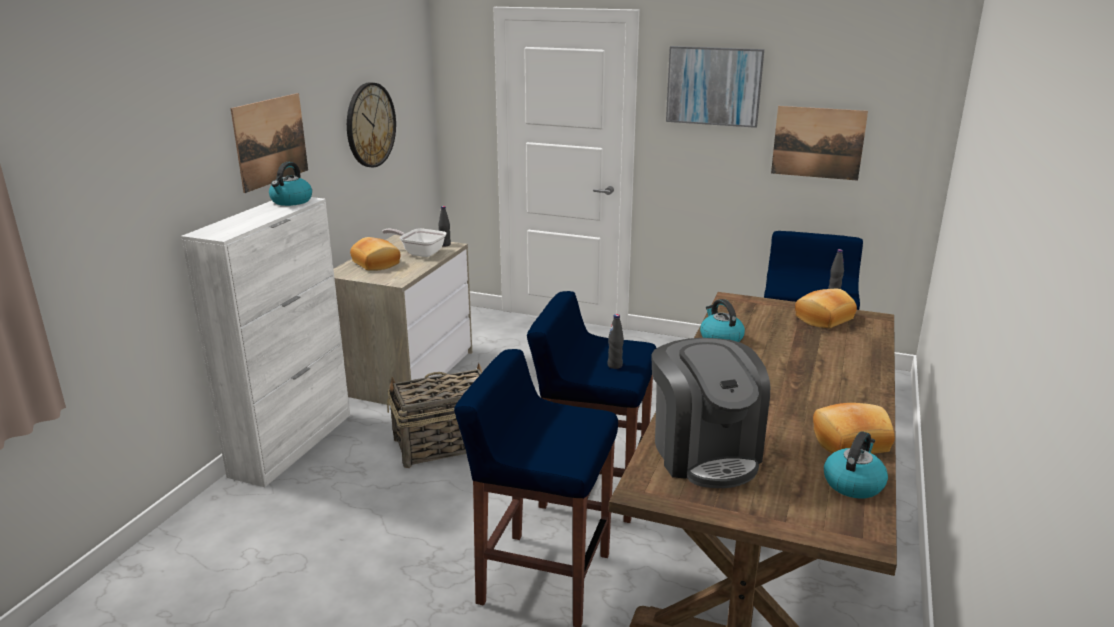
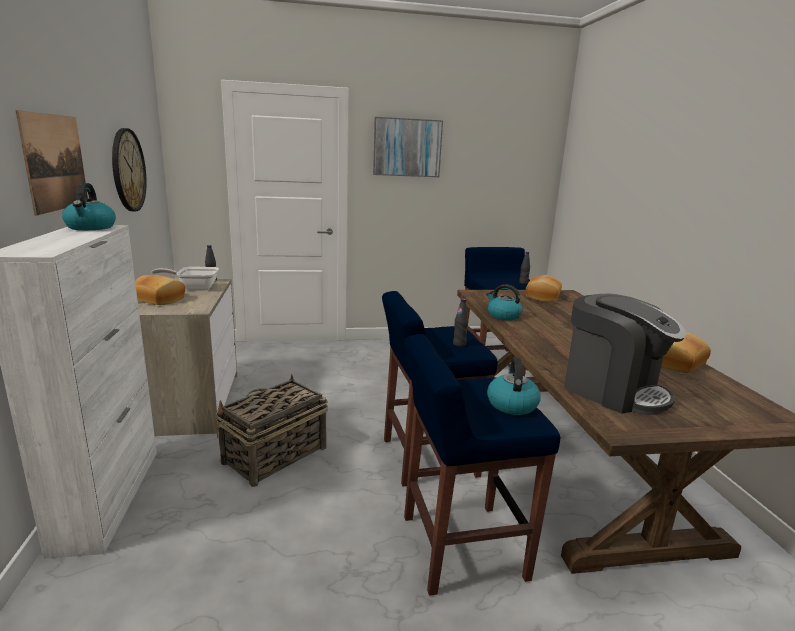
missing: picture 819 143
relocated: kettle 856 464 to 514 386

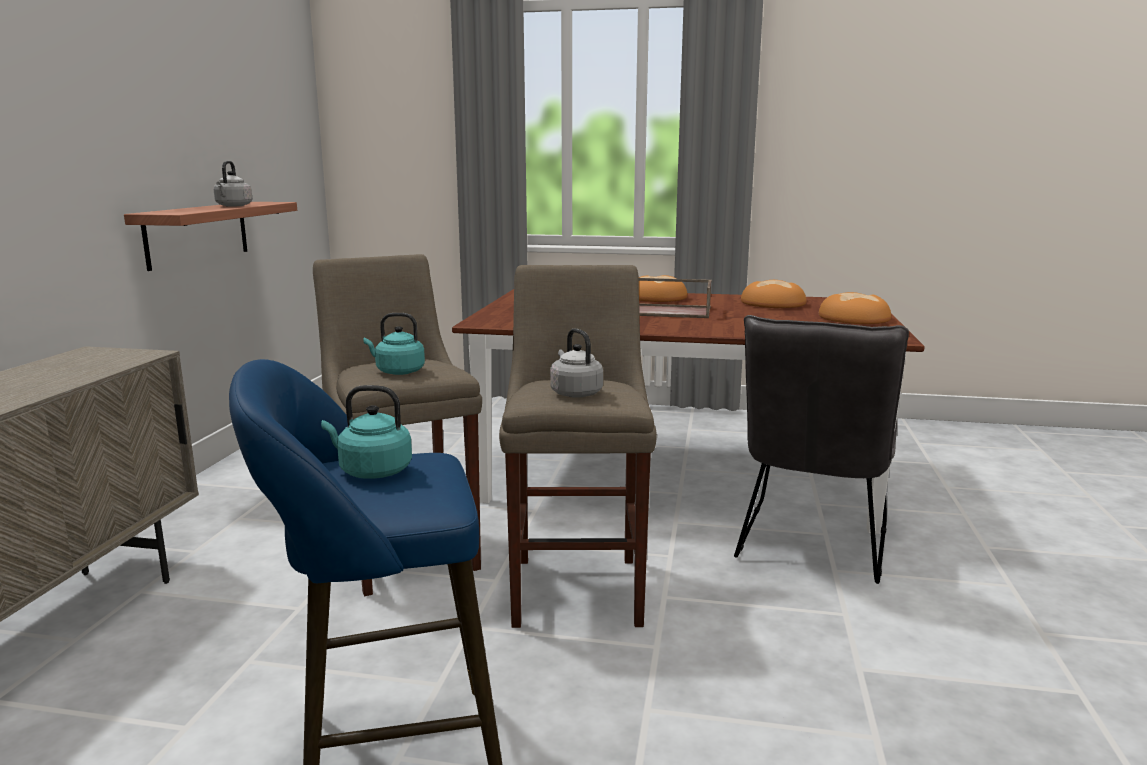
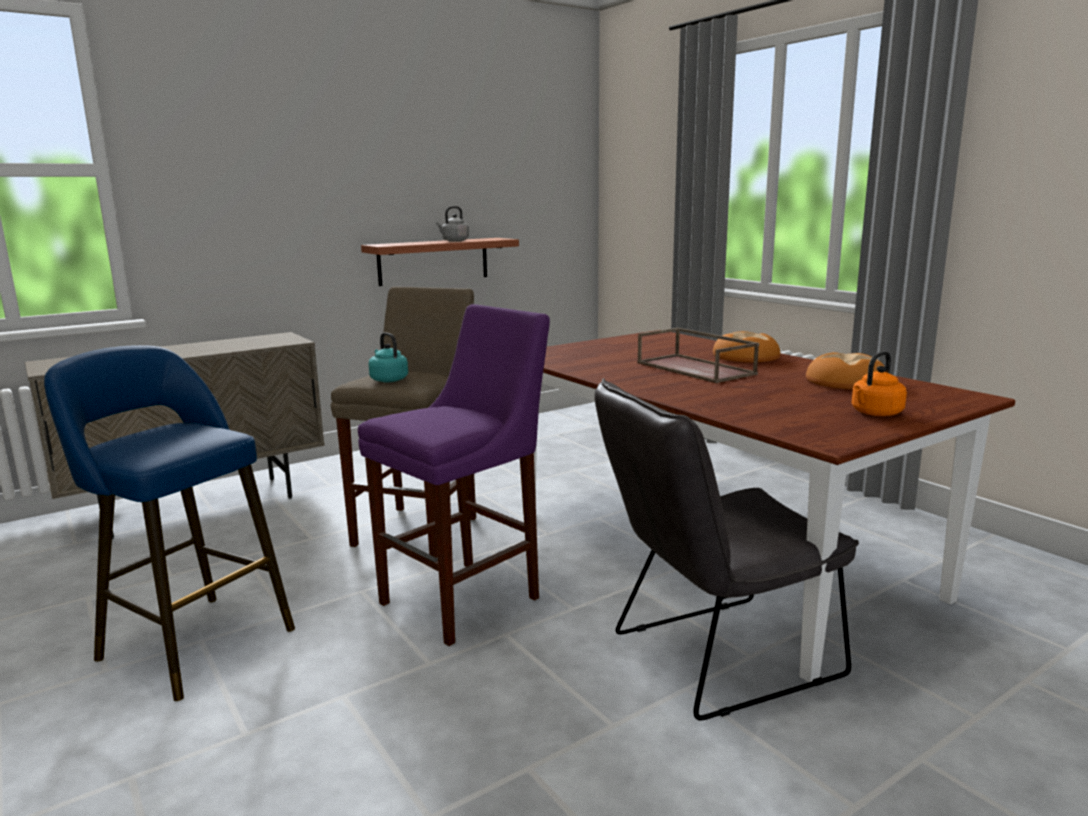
missing: kettle (turquoise) 366 432; kettle (grey) 576 363
exchanged: bread 855 308 to kettle (orange) 879 383
colour: stool (beige) 578 446 to stool (purple) 454 475

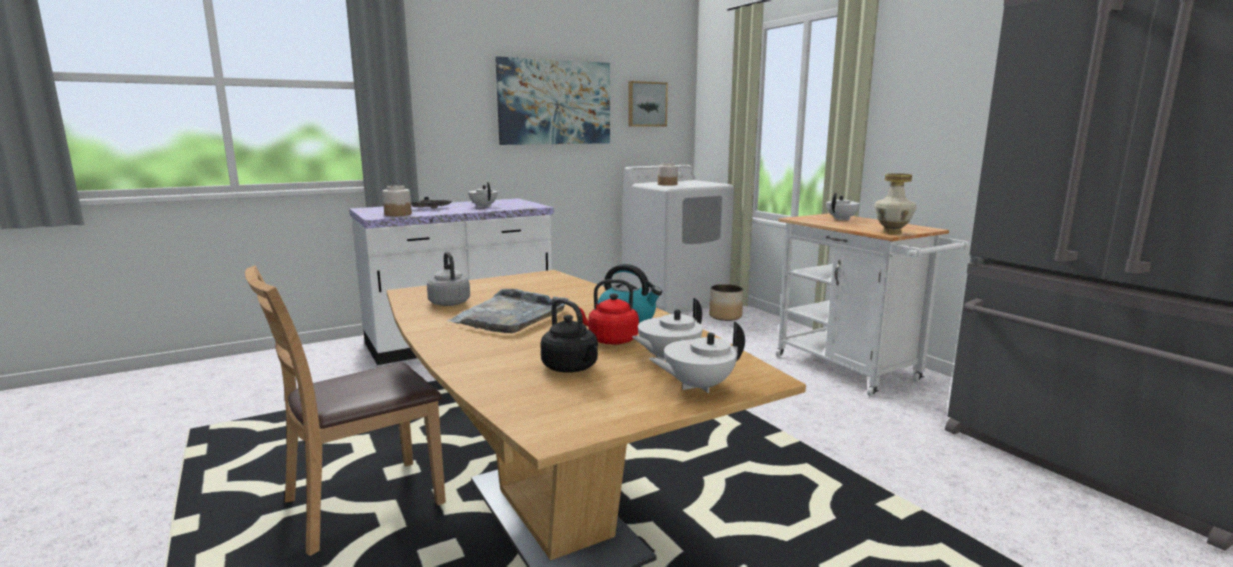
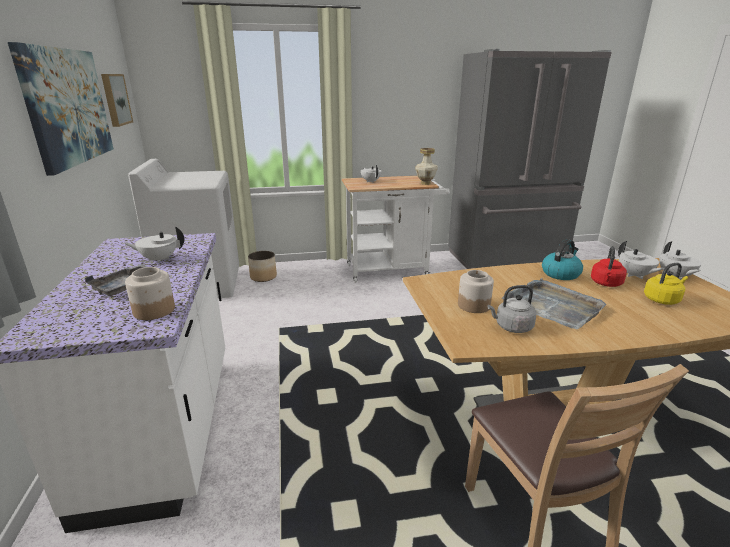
relocated: jar 668 174 to 476 291
colour: kettle (black) 569 335 to kettle (yellow) 666 284

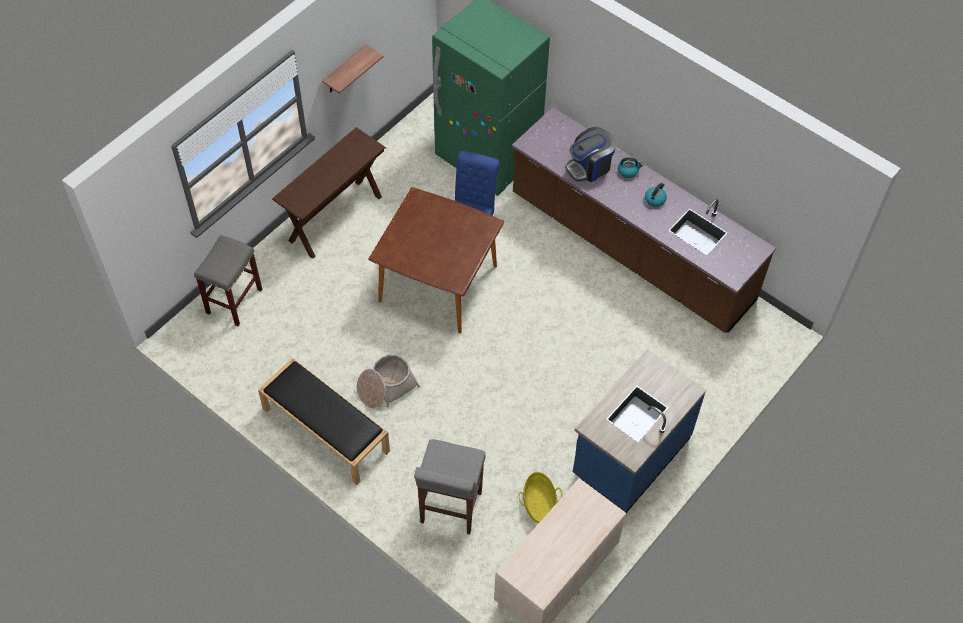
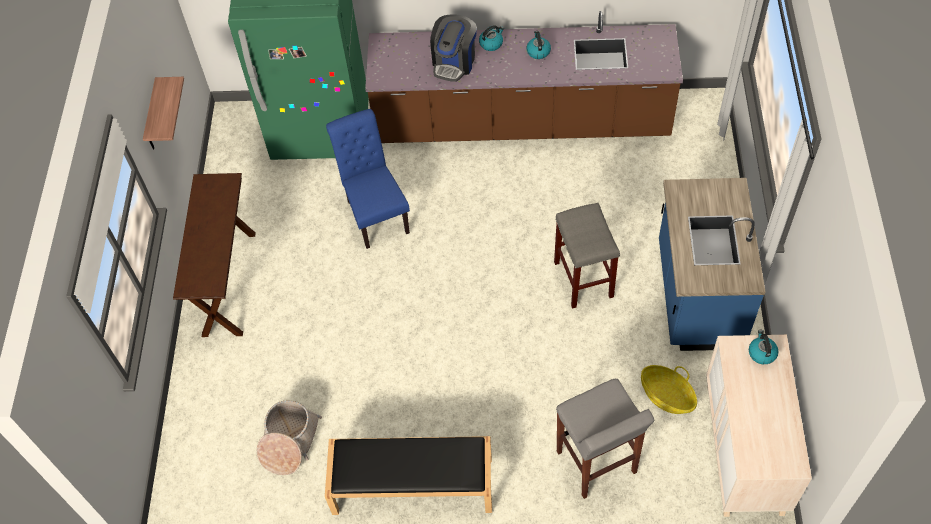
missing: dining table (brown) 436 260
appeared: kettle 764 347
relocated: stool (grey) 228 280 to 587 256; basket 388 381 to 289 438

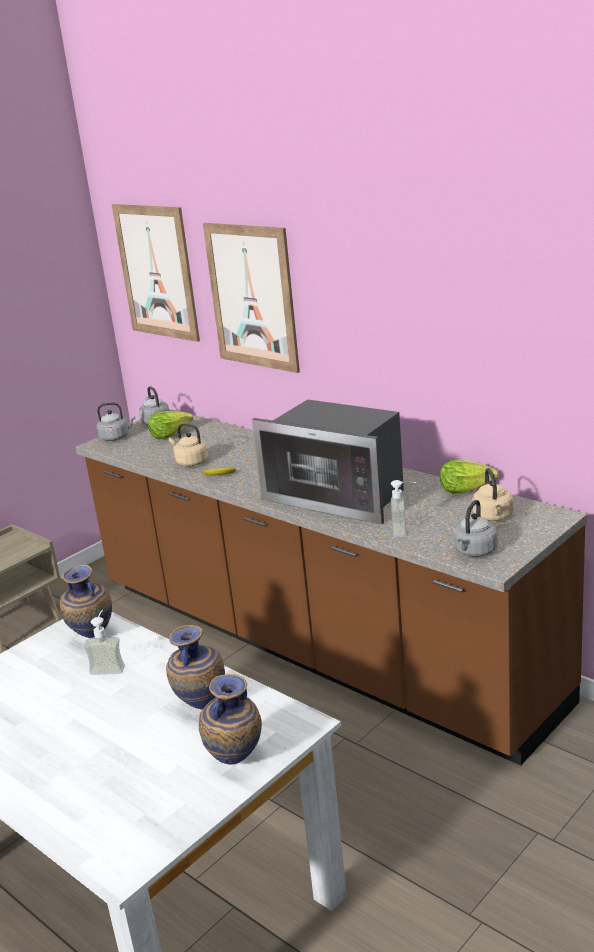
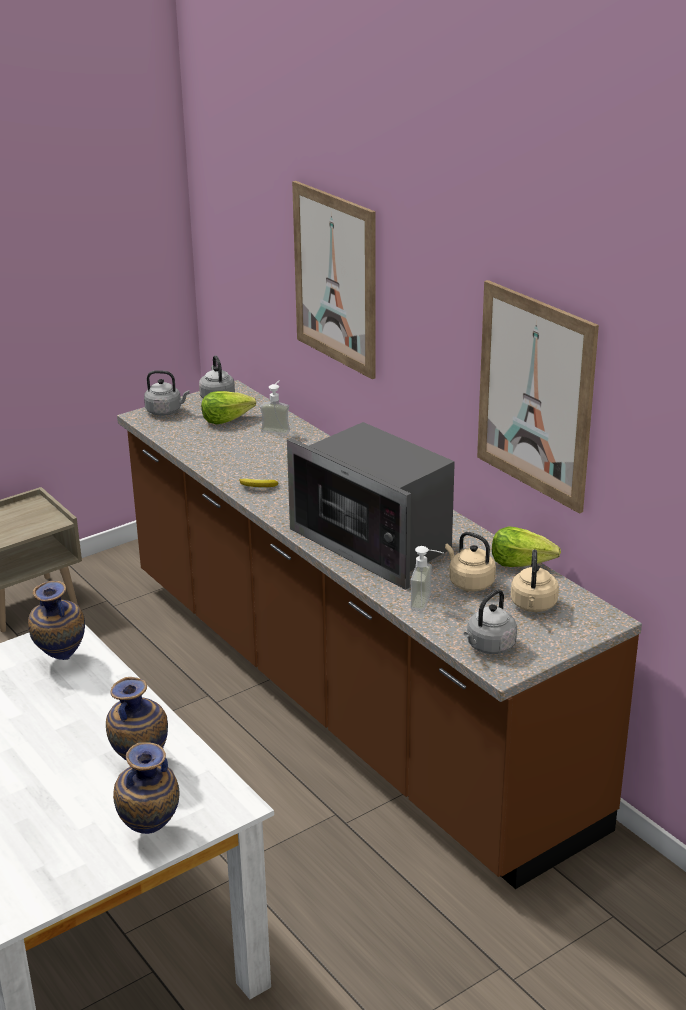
relocated: soap dispenser 104 642 to 275 407; picture 156 273 to 538 397; kettle (beige) 188 445 to 470 562

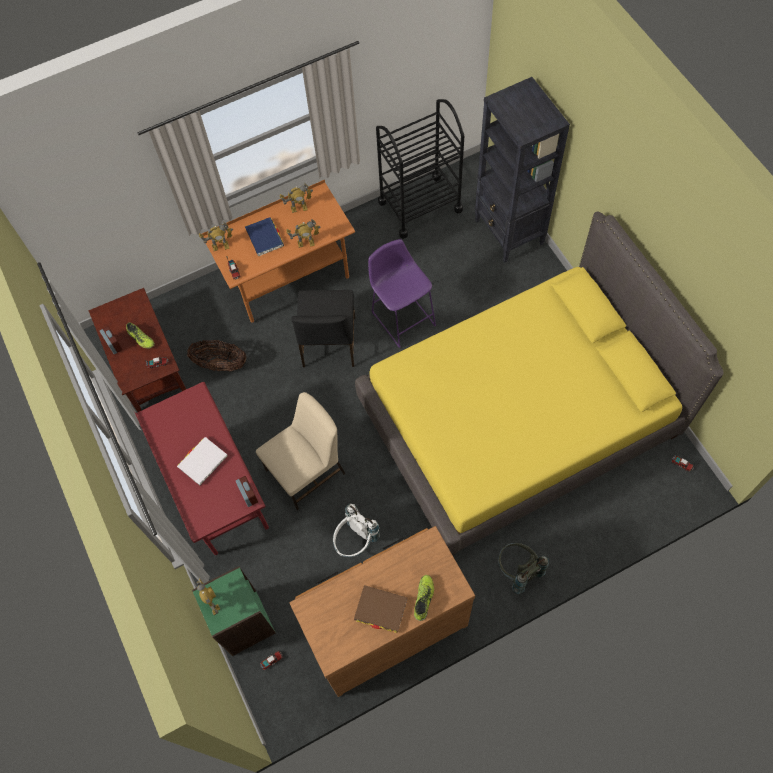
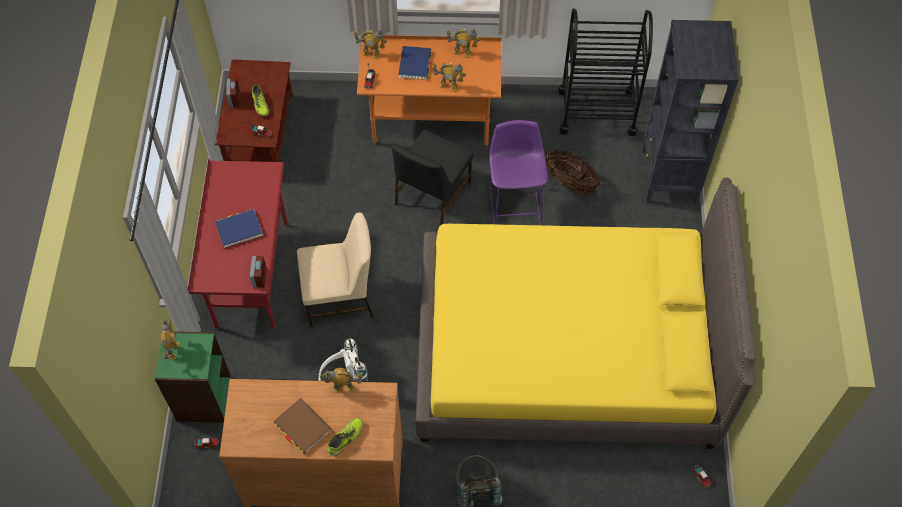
appeared: toy robot 341 380
relocated: basket 216 355 to 572 171
colour: book (white) 202 461 to book (blue) 239 228

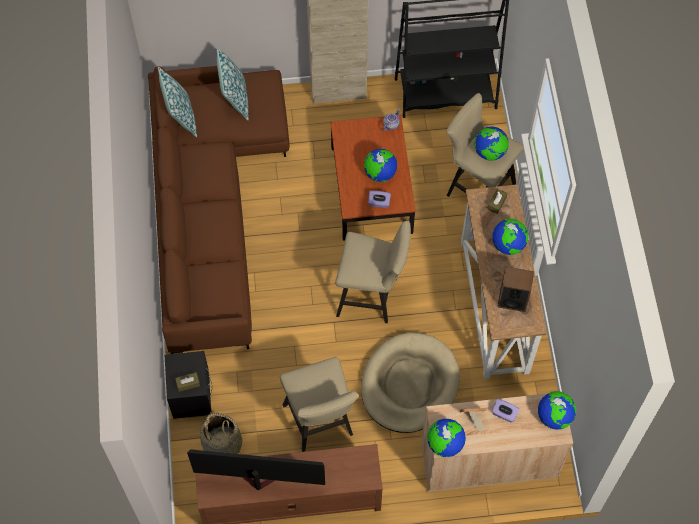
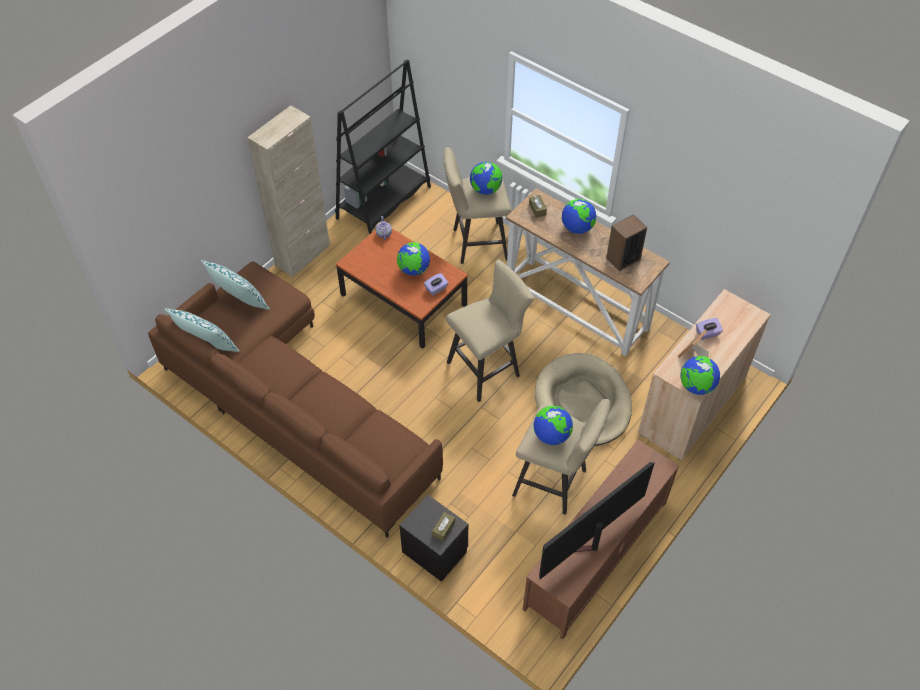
missing: basket 221 433
relocated: globe 557 410 to 553 425

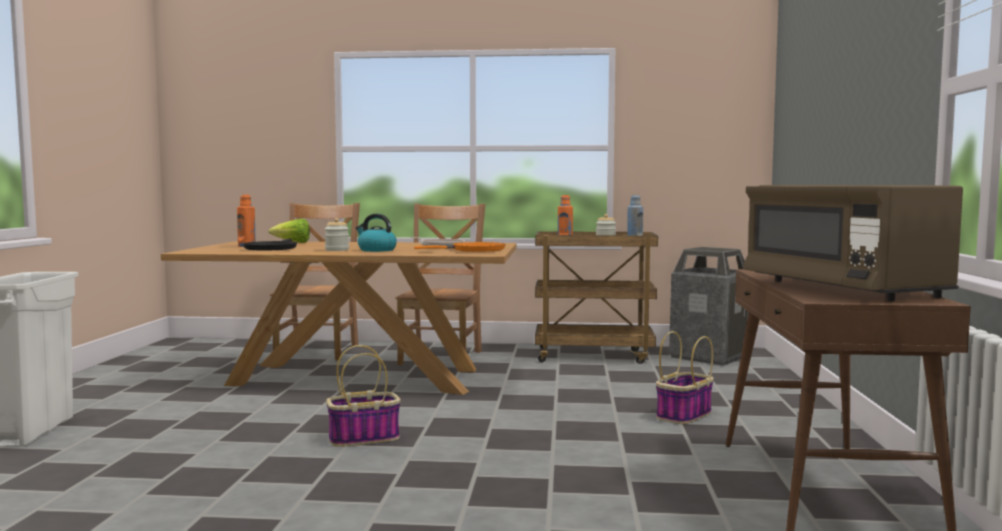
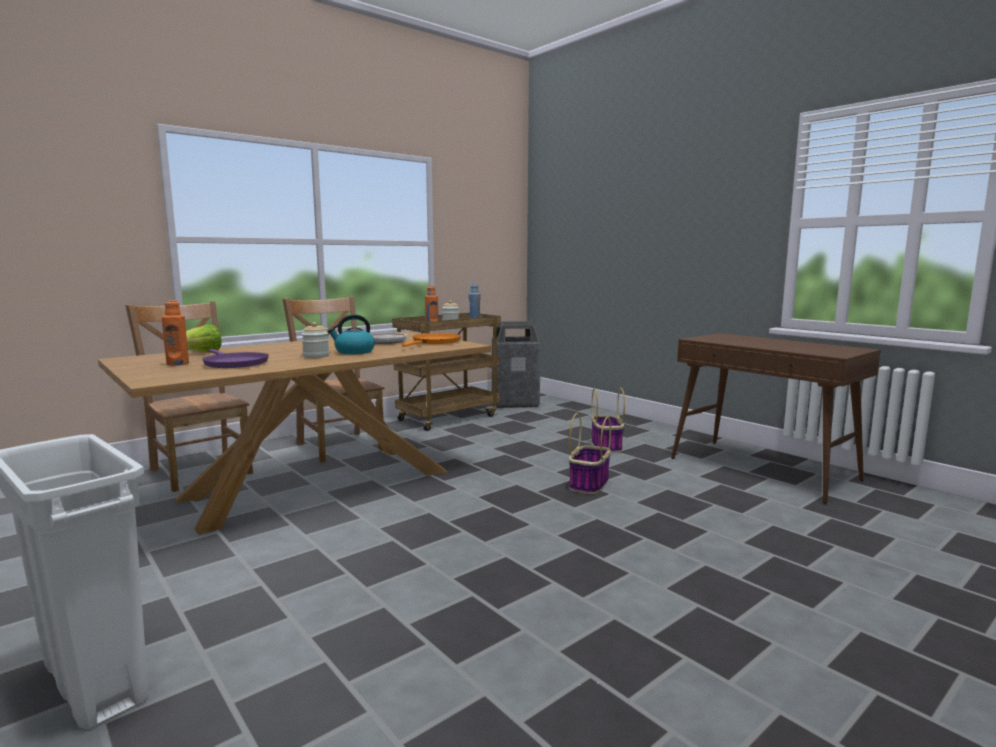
missing: microwave (brown) 853 243
relocated: basket 363 396 to 590 453
colour: frying pan (black) 270 244 to frying pan (purple) 235 358

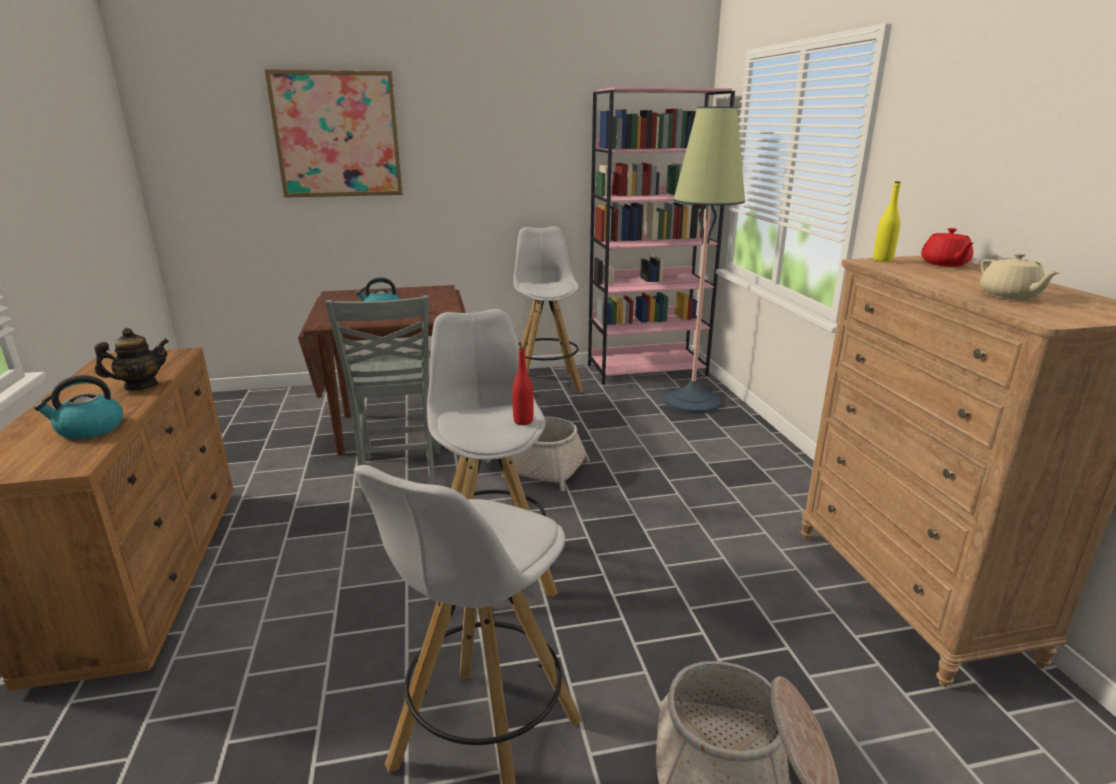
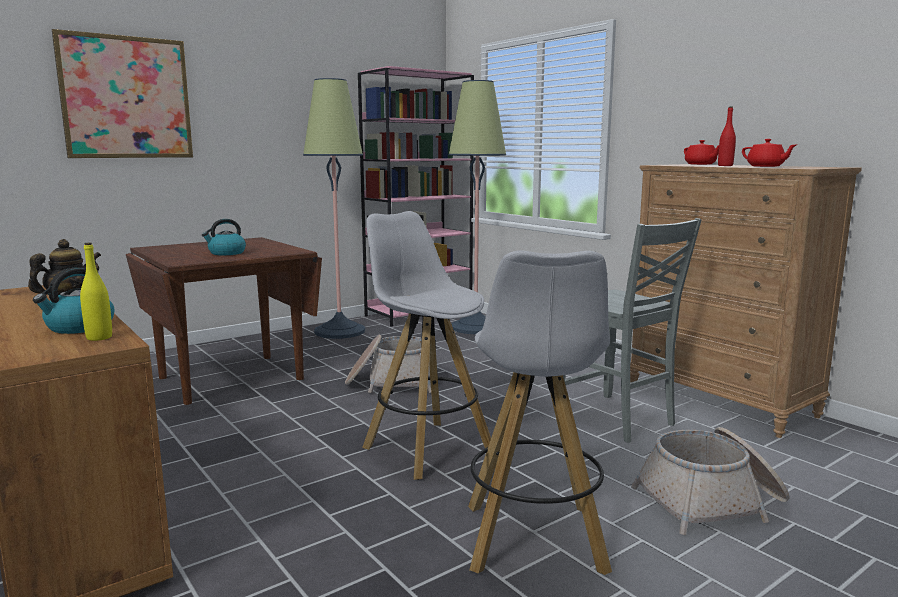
relocated: chair (grey) 382 398 to 628 330; bottle (red) 522 386 to 727 136; bottle (yellow) 887 221 to 96 292
exchanged: stool (white) 548 309 to floor lamp 334 208
colour: teapot (beige) 1020 276 to teapot (red) 769 153

